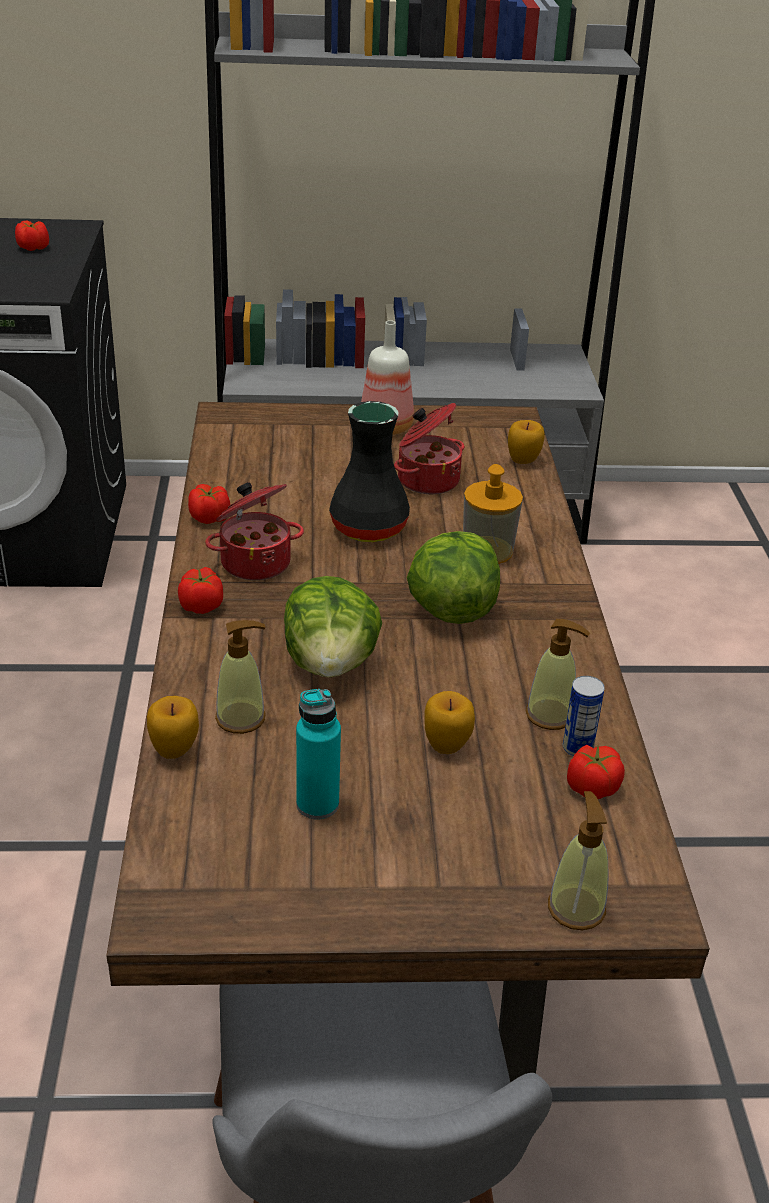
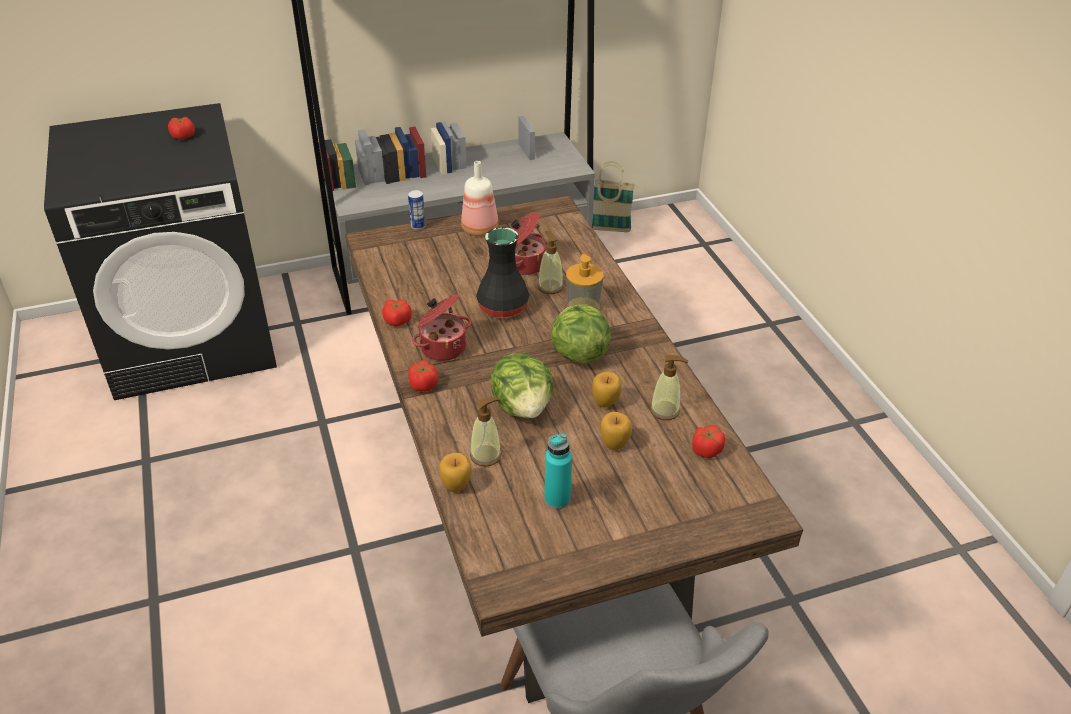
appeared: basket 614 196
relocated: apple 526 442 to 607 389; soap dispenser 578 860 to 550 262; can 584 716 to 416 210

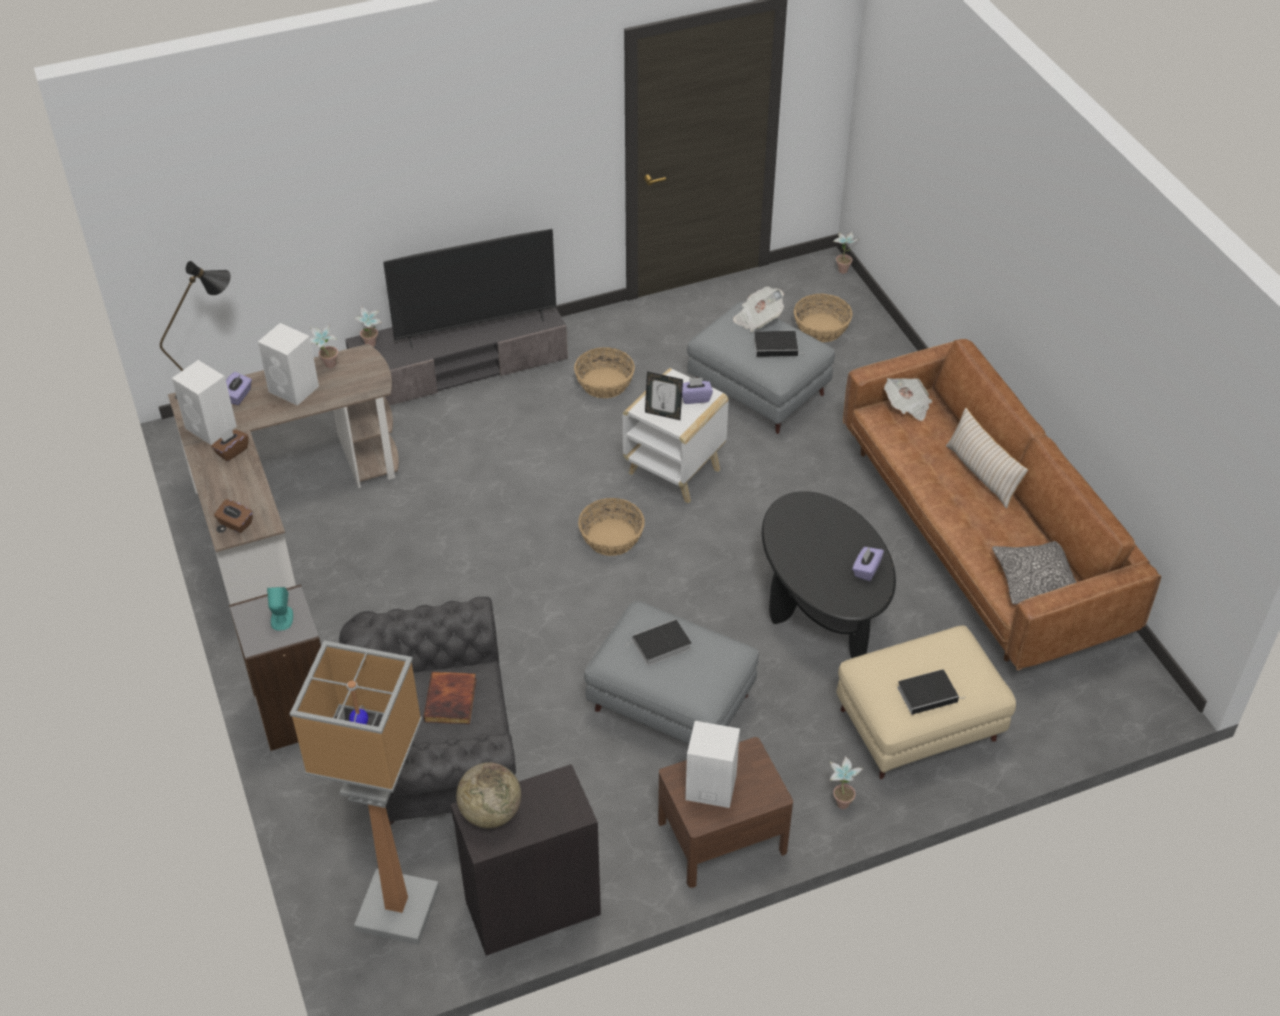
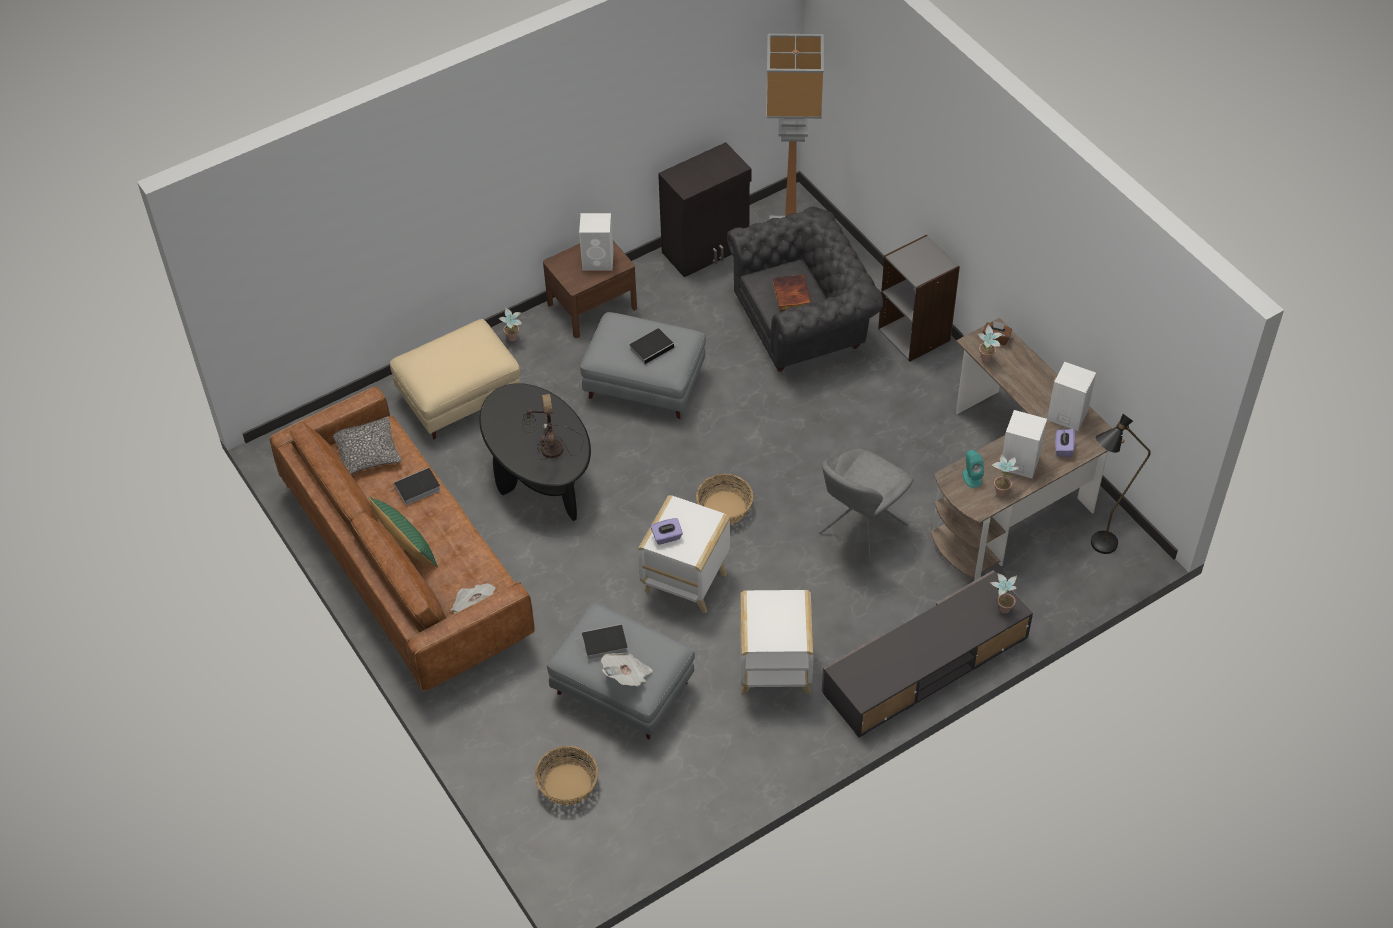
missing: tissue box (brown) 229 444; television 469 289; globe 488 795; picture frame 664 396; tissue box (purple) 868 564
appeared: table lamp 553 427; chair (grey) 866 506
relocated: speaker (turquoise) 280 609 to 973 469; potted plant 846 253 to 990 343; book 930 692 to 416 486
exchanged: basket 604 372 to side table (white) 777 642
colour: pillow (beige) 987 458 to pillow (green) 403 532

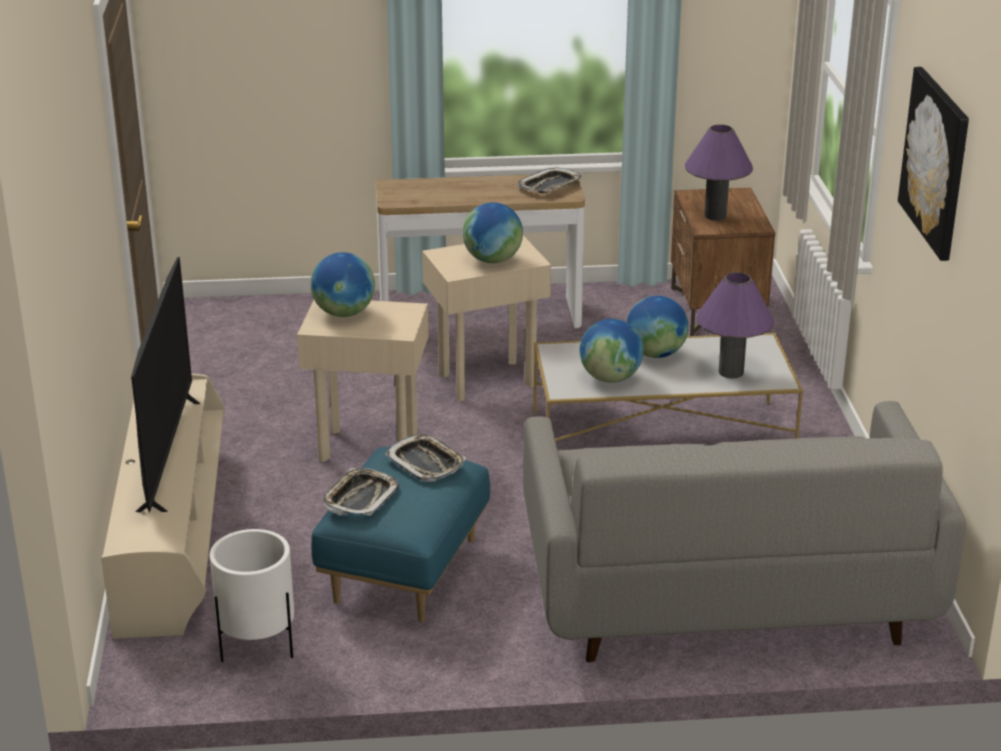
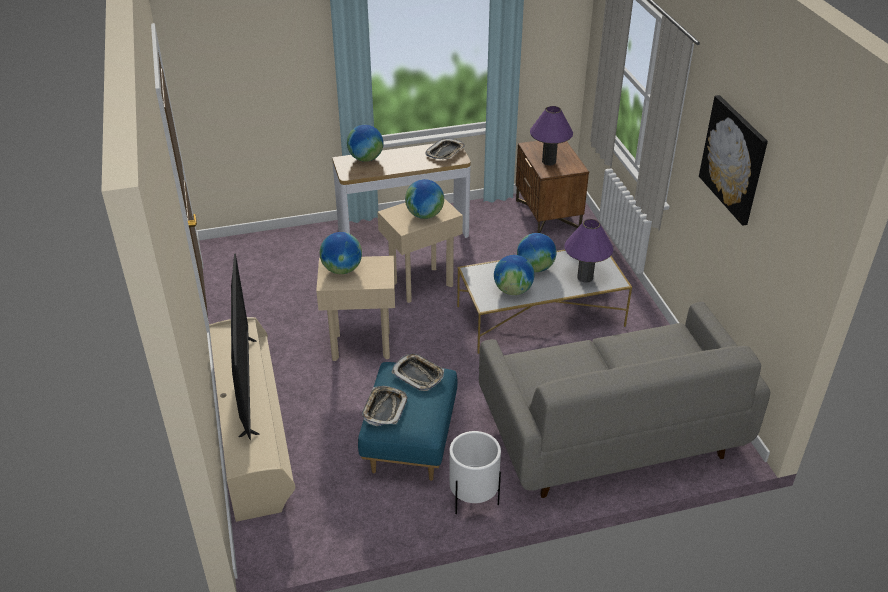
appeared: globe 365 143
relocated: planter (white) 251 595 to 475 472

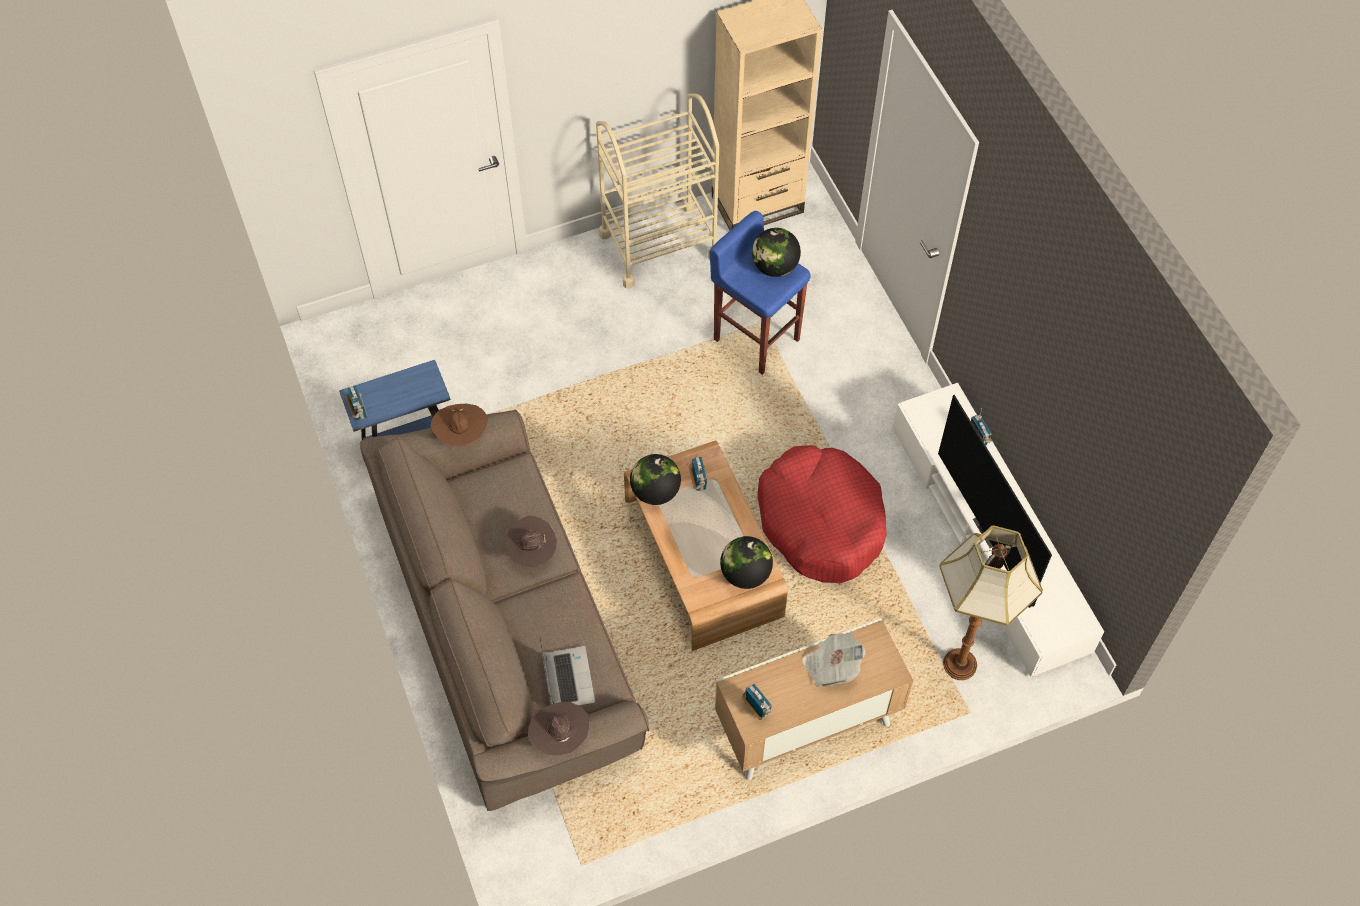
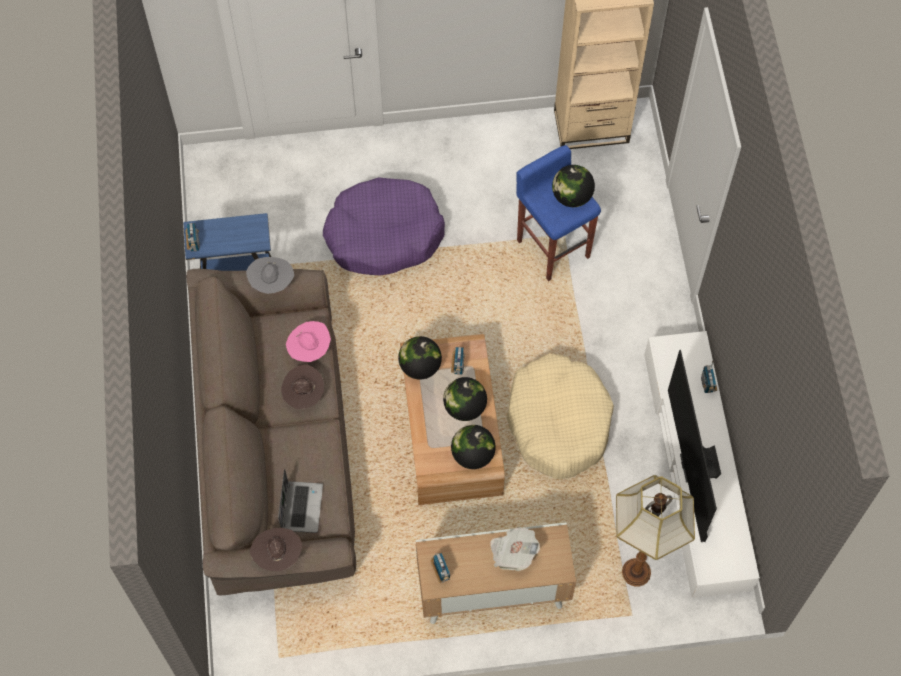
missing: cart (beige) 657 191
appeared: hat (pink) 308 341; dog bed (purple) 384 226; globe 465 399
colour: hat (brown) 459 425 to hat (grey) 270 275; dog bed (red) 822 514 to dog bed (beige) 560 416

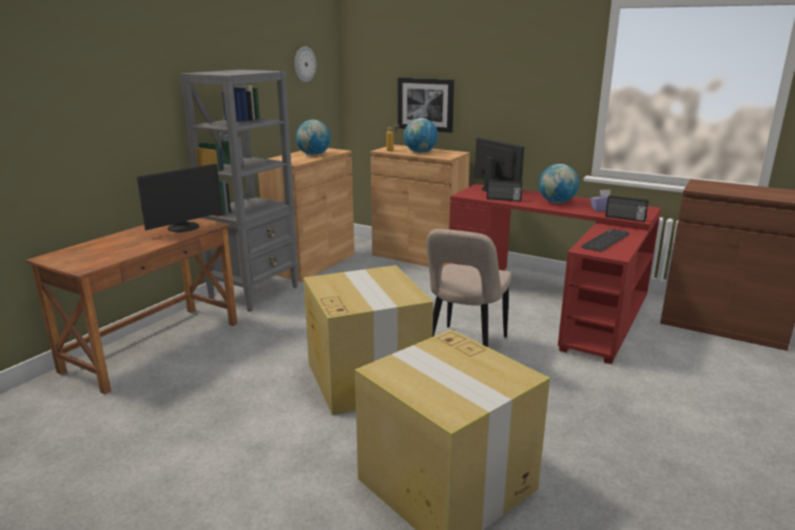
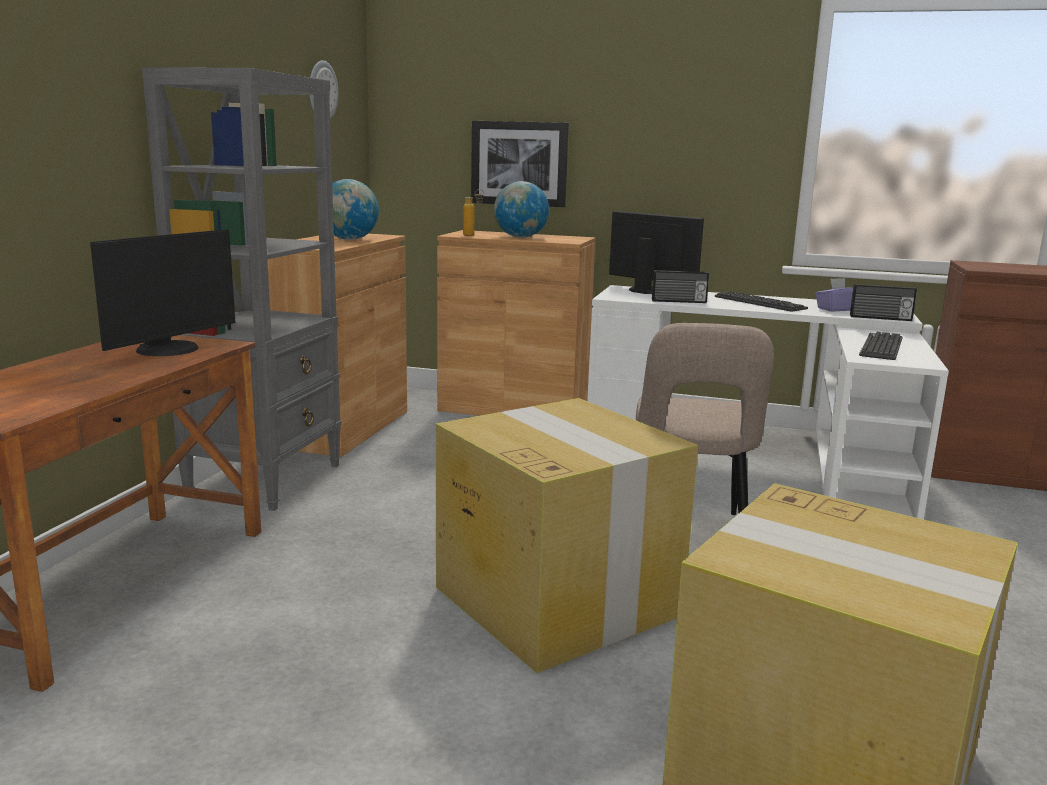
exchanged: globe 559 183 to keyboard 761 301
colour: desk (red) 554 274 to desk (white) 768 402

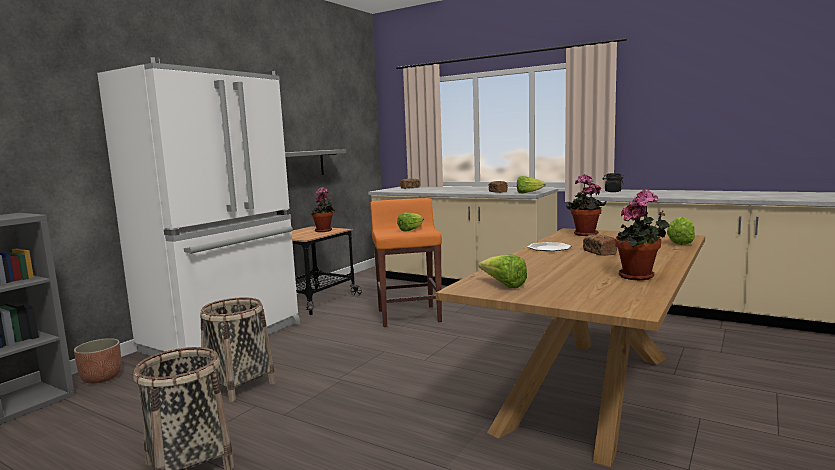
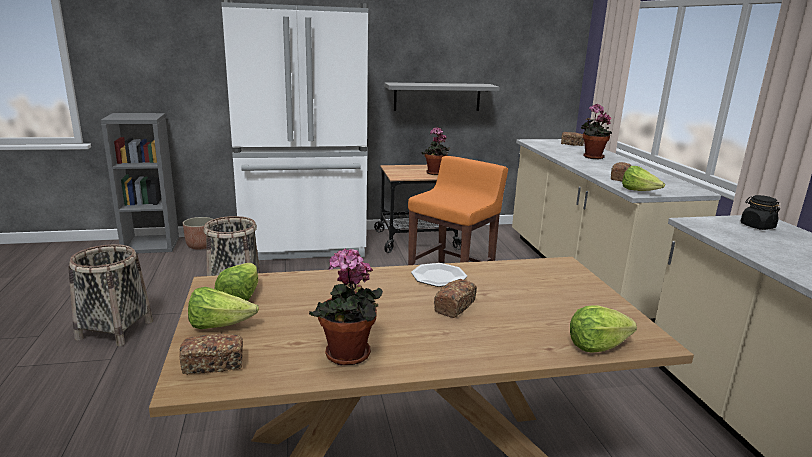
appeared: bread 211 354
relocated: lettuce 410 221 to 223 308; potted plant 586 205 to 596 131

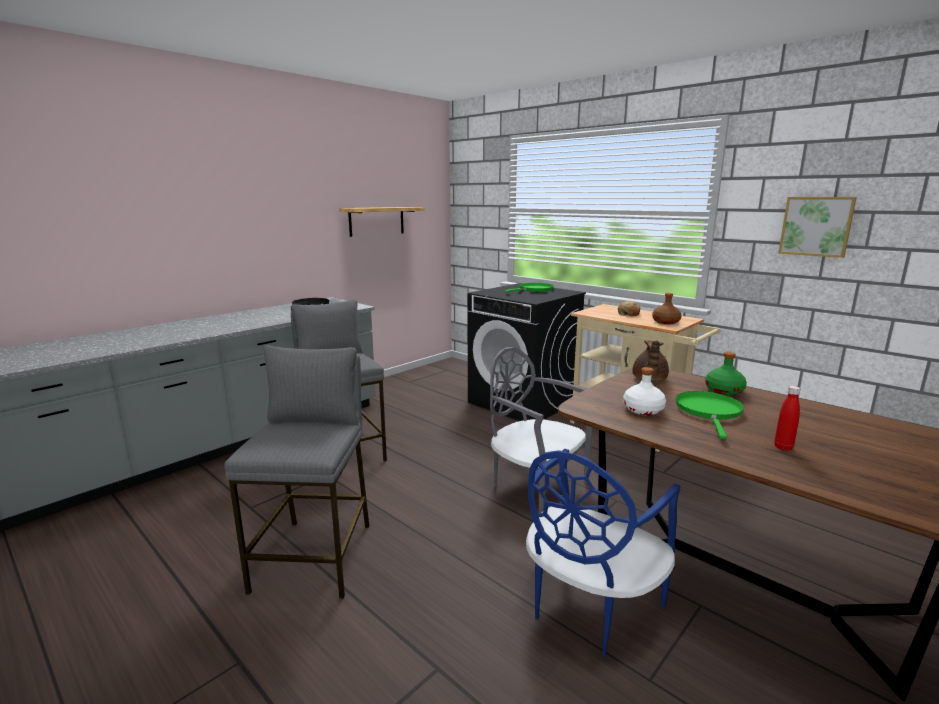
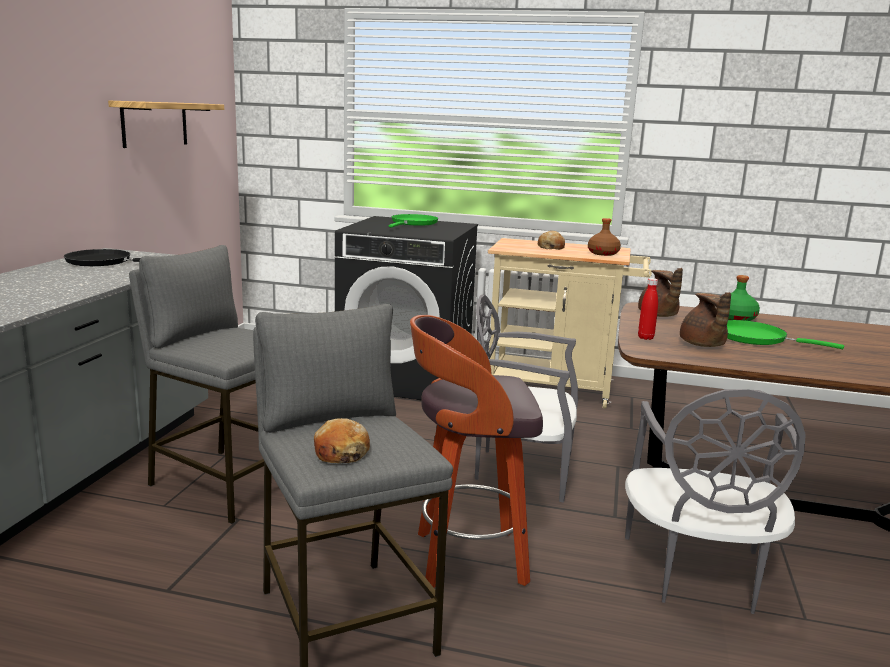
missing: picture 817 227
appeared: bread 342 440; stool 476 451
relocated: bottle (red) 787 418 to 648 309
exchanged: bottle (white) 644 391 to teapot (brown) 705 319
colour: chair (blue) 603 553 to chair (grey) 715 501
spun: frying pan (green) 709 415 = 785 334 45 degrees counterclockwise

